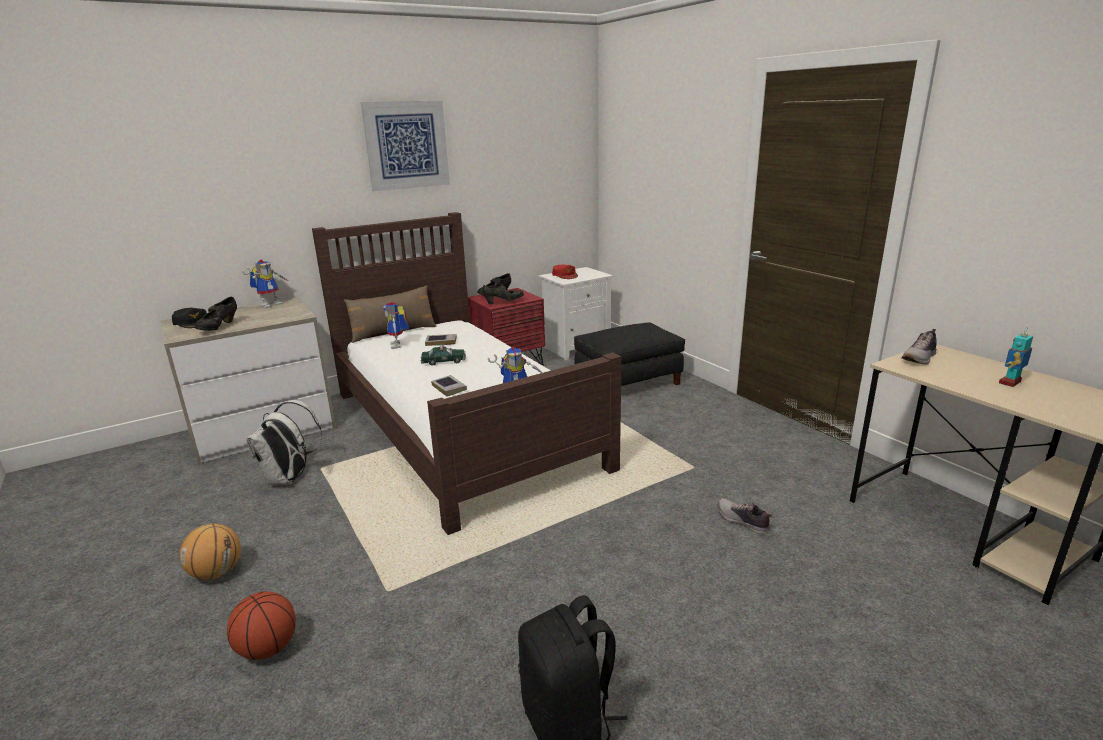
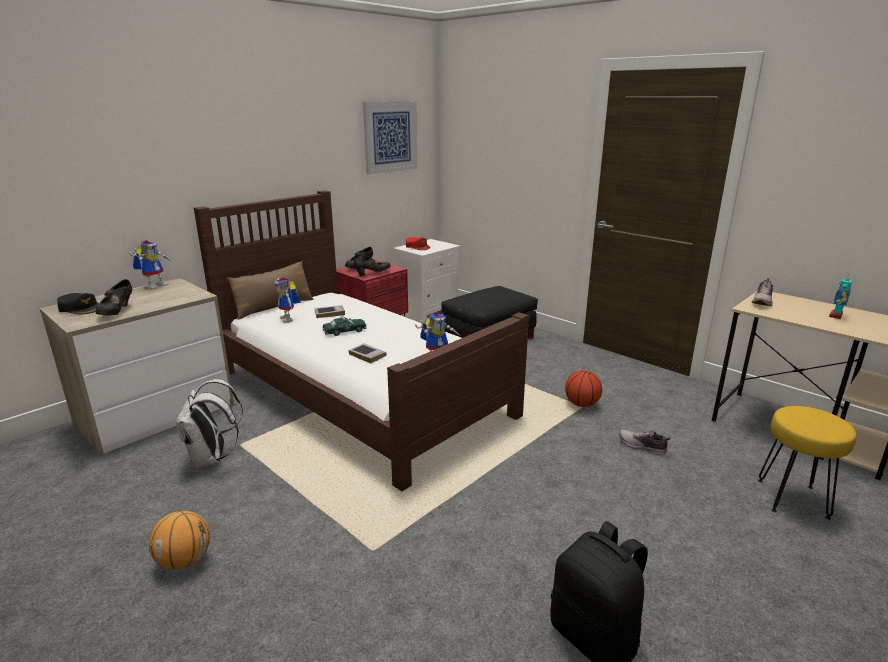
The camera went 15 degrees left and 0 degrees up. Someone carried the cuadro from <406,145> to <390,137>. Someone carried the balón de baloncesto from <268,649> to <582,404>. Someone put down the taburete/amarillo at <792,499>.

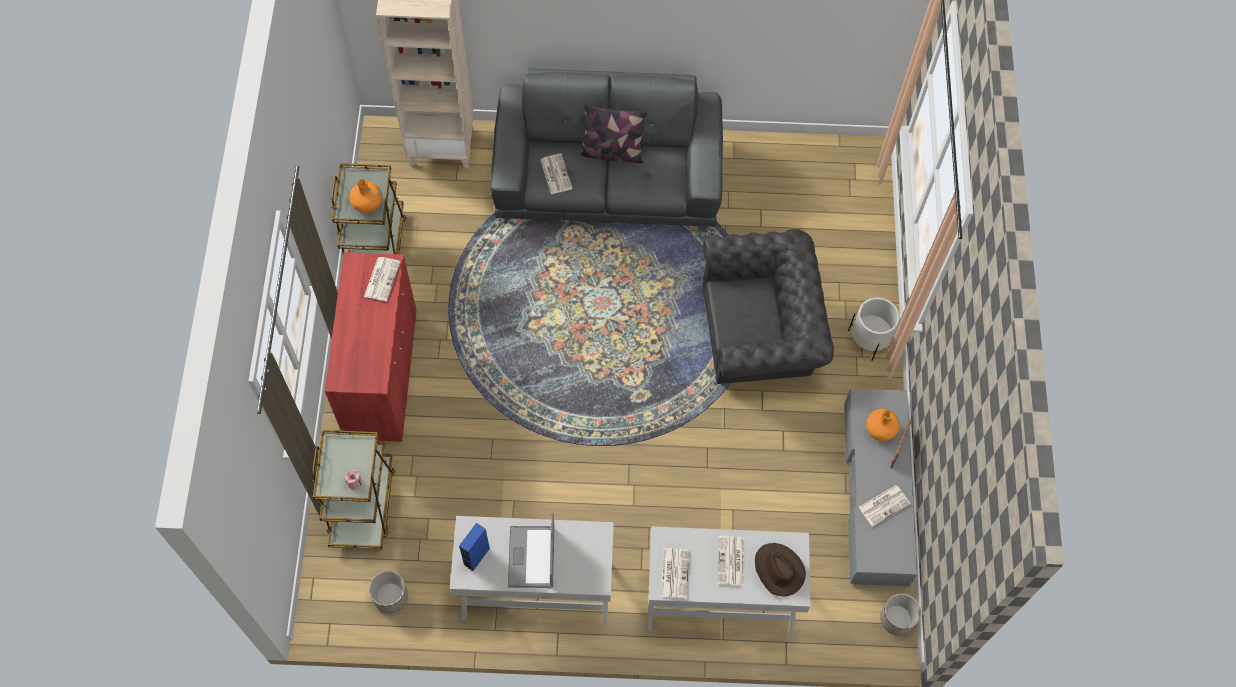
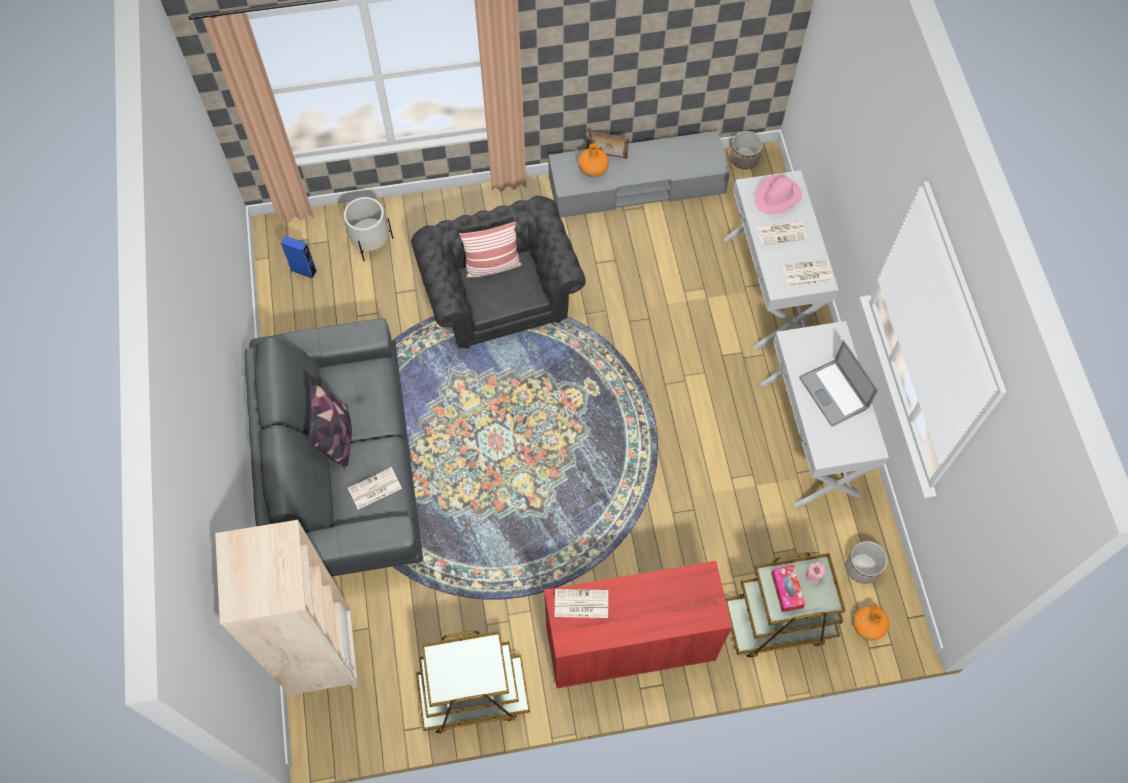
The camera went 100 degrees left and 0 degrees up. Someone carried the altavoz/azul from <476,556> to <304,270>. Someone carried the maceta/blanco from <869,340> to <371,243>. Someone put down the cojín at <492,266>. Someone repainted the sombrero/marrón at <778,570>, which became the sombrero/rosa at <777,197>. Someone put down the caja de pañuelos at <786,590>. Someone rotated the portátil at <531,557> by 75 degrees clockwise. Someone carried the florero/naranja from <367,204> to <867,626>. Someone took away the periódico at <884,505>.

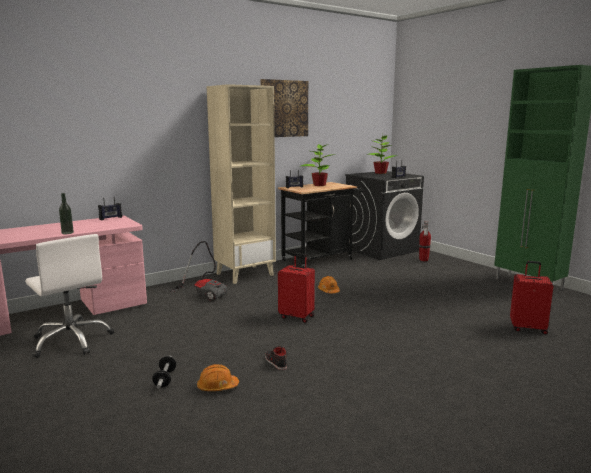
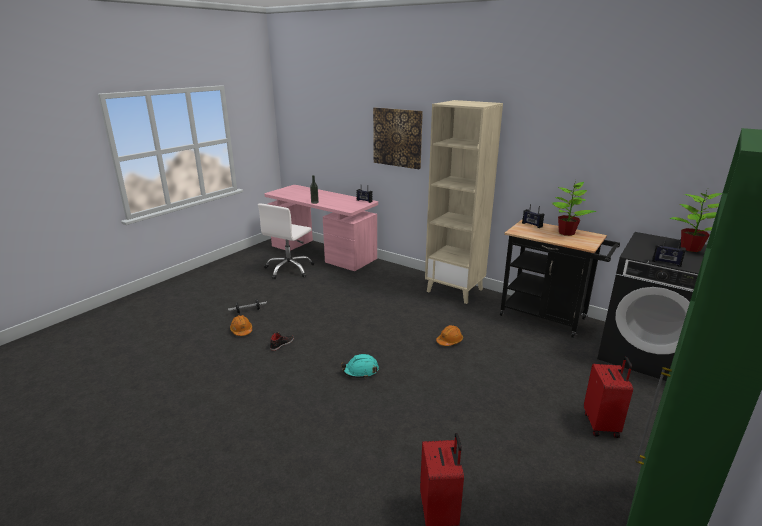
The camera went 70 degrees right and 10 degrees up. Someone put down the casco/turquesa at <360,371>. Someone carried the cuadro from <284,108> to <397,137>. Someone carried the maleta/rojo from <297,316> to <602,424>. Someone took away the aspiradora at <204,294>. Someone took away the extintor at <423,260>.

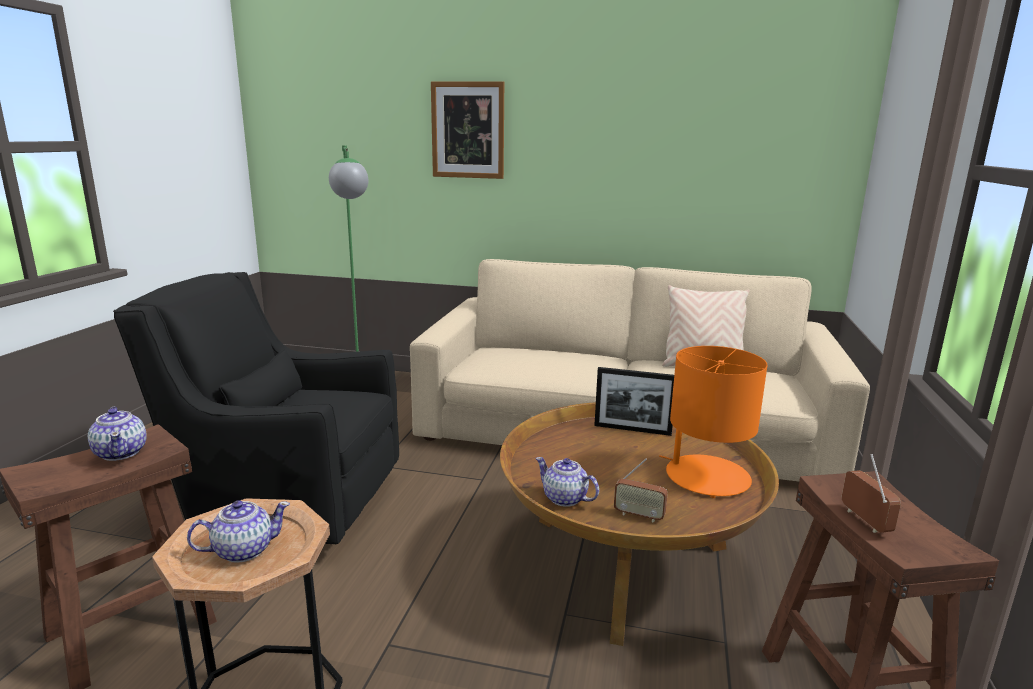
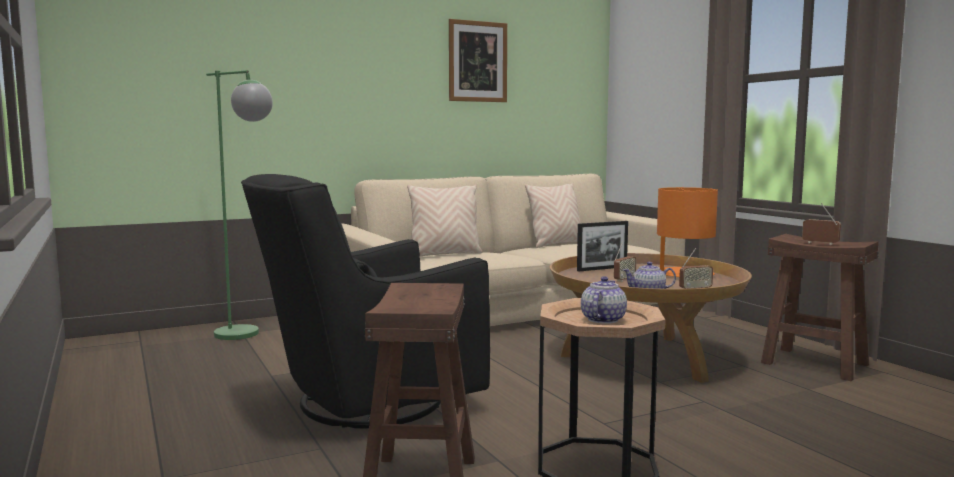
The camera went 40 degrees left and 10 degrees down. Someone put down the cojín/beis at <444,254>. Someone carried the cuadro from <468,130> to <477,61>. Someone put down the radio at <624,279>. Someone took away the tetera at <121,452>.

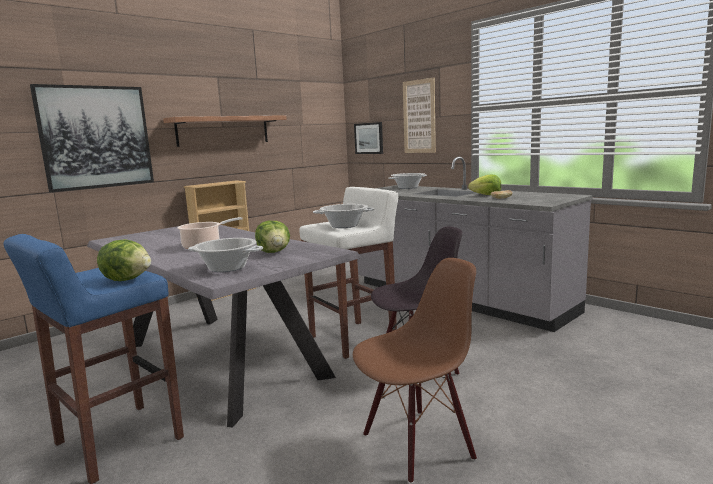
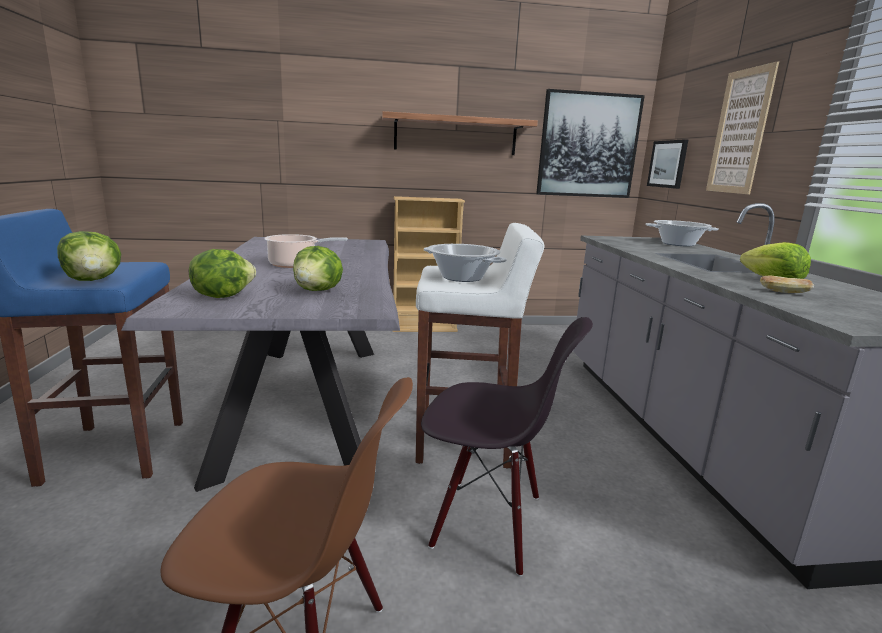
The camera went 35 degrees right and 5 degrees up. Someone swapped the olla at <227,268> for the lechuga at <222,296>. Someone carried the cuadro from <96,137> to <588,145>.

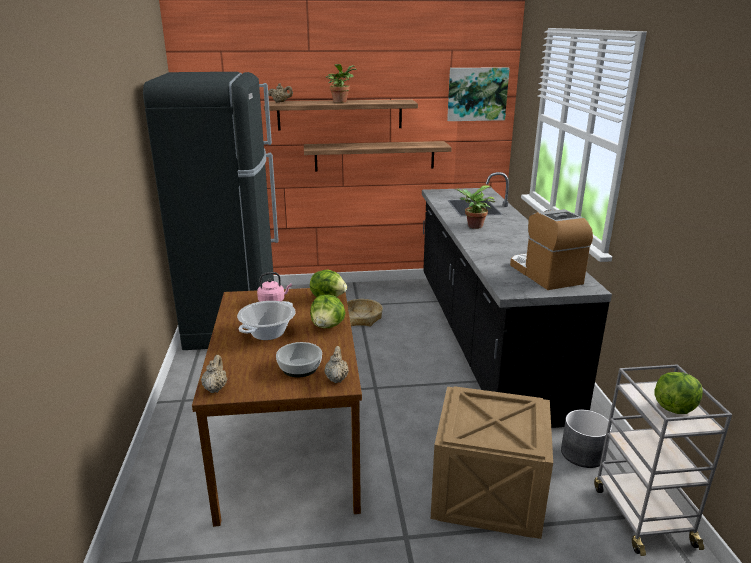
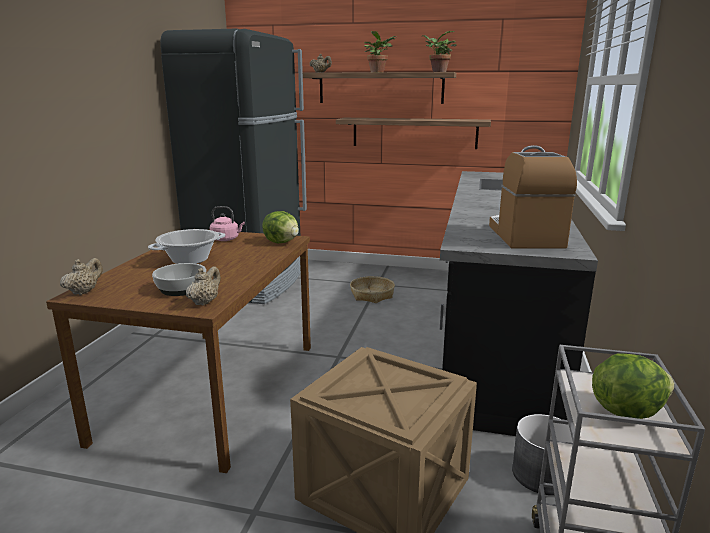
The camera went 20 degrees right and 5 degrees down. Someone carried the planta en maceta from <473,226> to <437,72>. Someone took away the lechuga at <327,326>. Someone took away the cuadro at <477,94>.

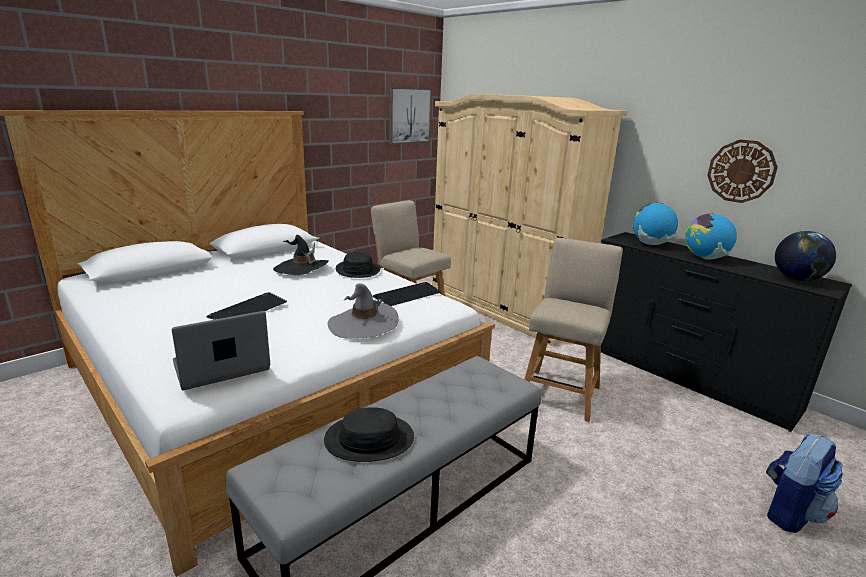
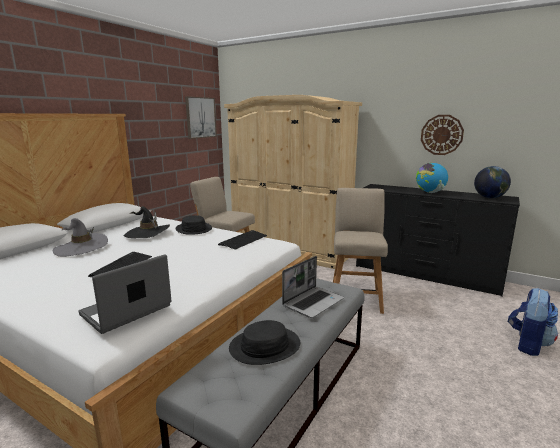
The camera went 15 degrees left and 5 degrees down. Someone carried the sombrero/gris from <363,324> to <81,248>. Someone put down the portátil at <313,302>. Someone took away the globo terráqueo at <651,244>.

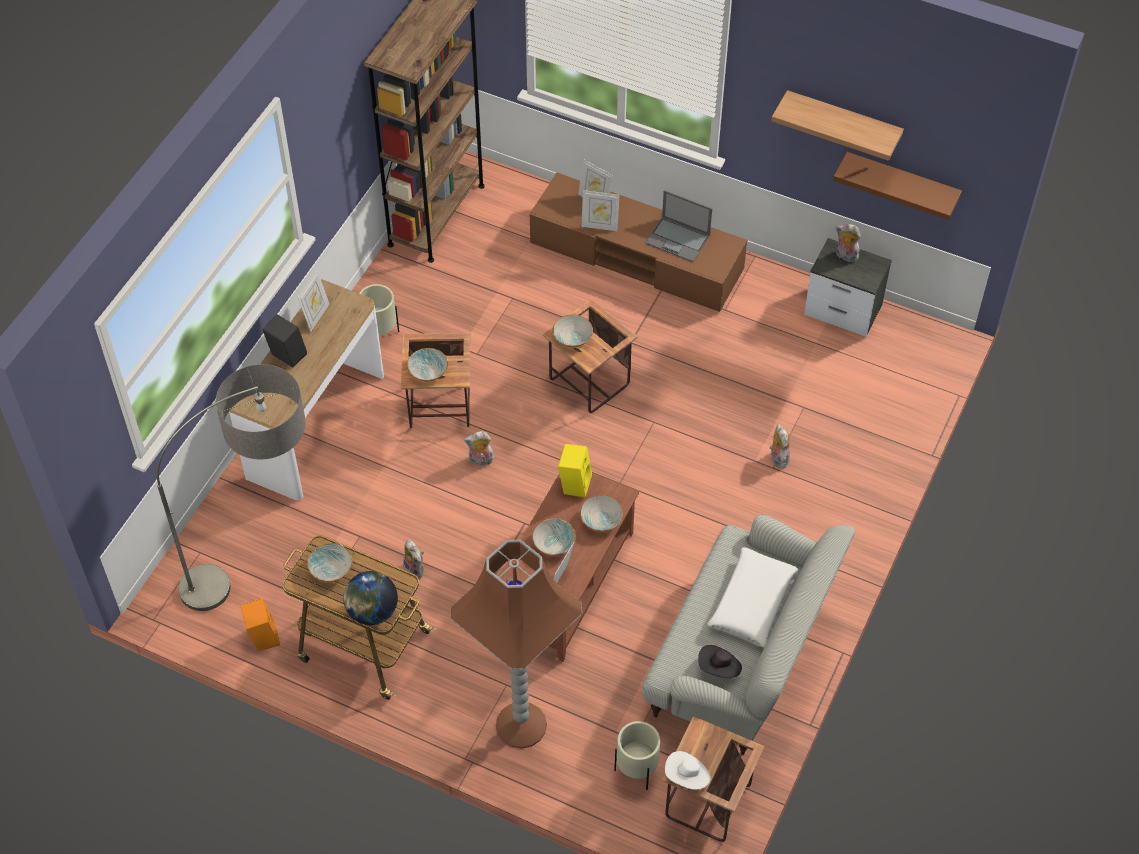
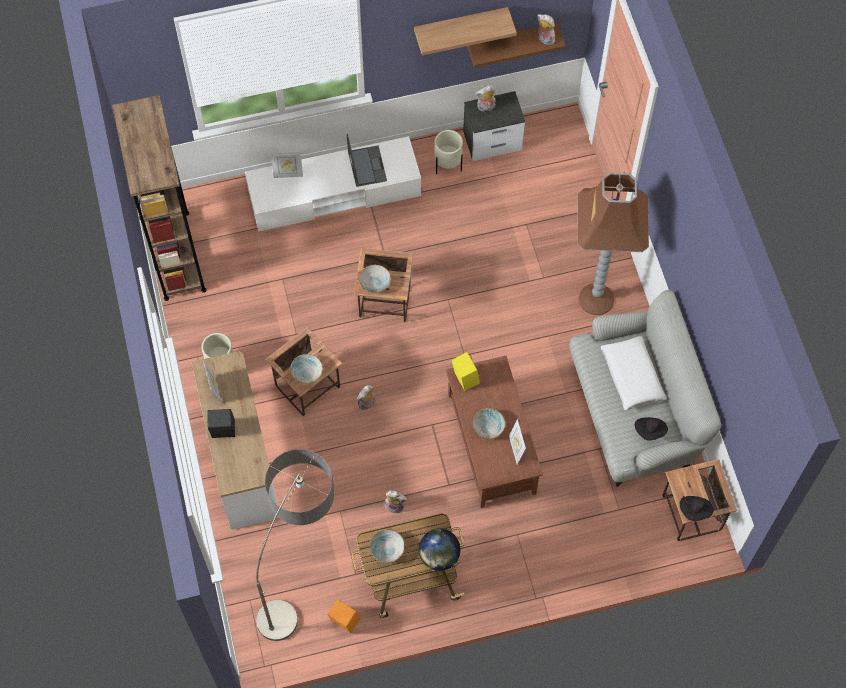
The camera went 40 degrees left and 10 degrees up. Someone repainted the mueble de televisión/marrón at <636,257>, which became the mueble de televisión/blanco at <334,194>. Someone rotated the portátil at <678,239> by 90 degrees counterclockwise. Someone carried the maceta/beis from <636,771> to <447,166>. Someone carried the peluche from <777,458> to <544,39>. Someone carried the lámpara de pie/marrón from <519,725> to <595,299>. Someone repainted the sombrero/blanco at <687,776>, which became the sombrero/negro at <695,510>. Someone took away the cuenco at <600,520>. Someone took away the portarretratos at <600,226>.

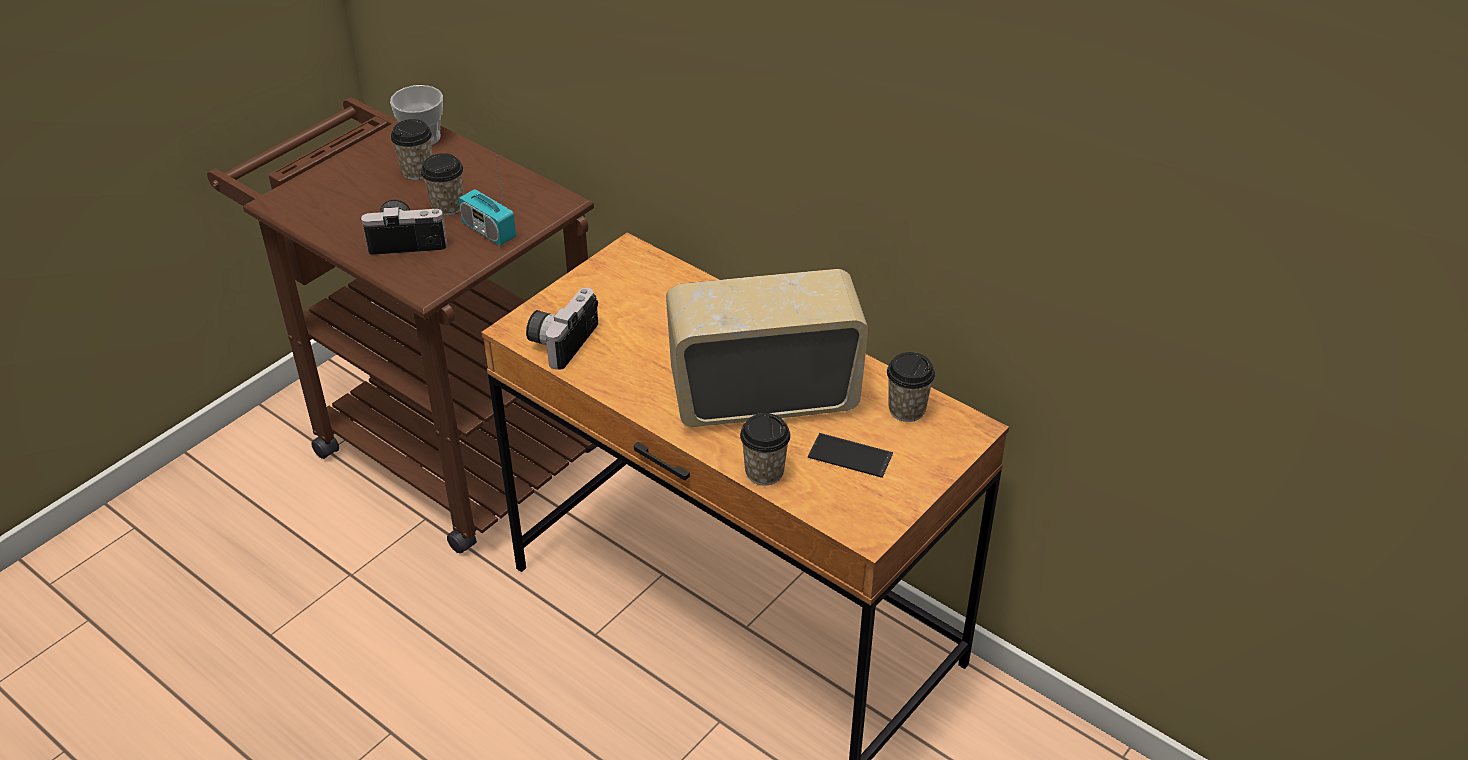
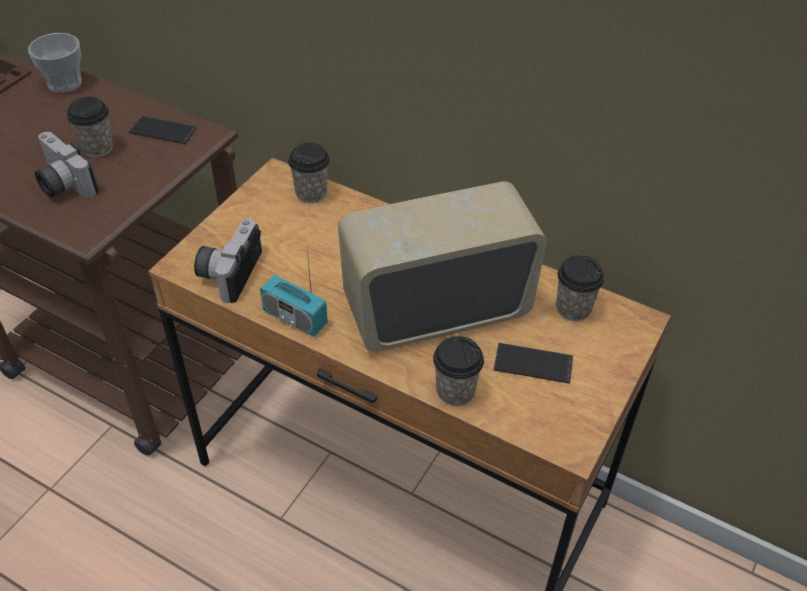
The camera went 10 degrees left and 5 degrees up. Someone rotated the cámara at <407,239> by 120 degrees counterclockwise. Someone put down the móvil at <163,130>. Someone carried the radio from <488,231> to <295,318>. Someone carried the taza from <417,171> to <311,193>.

